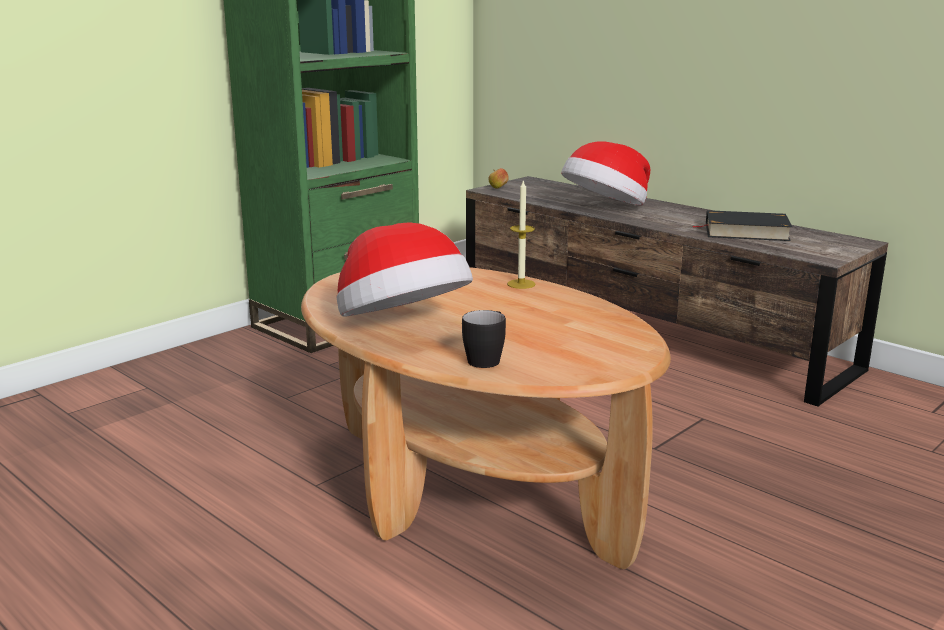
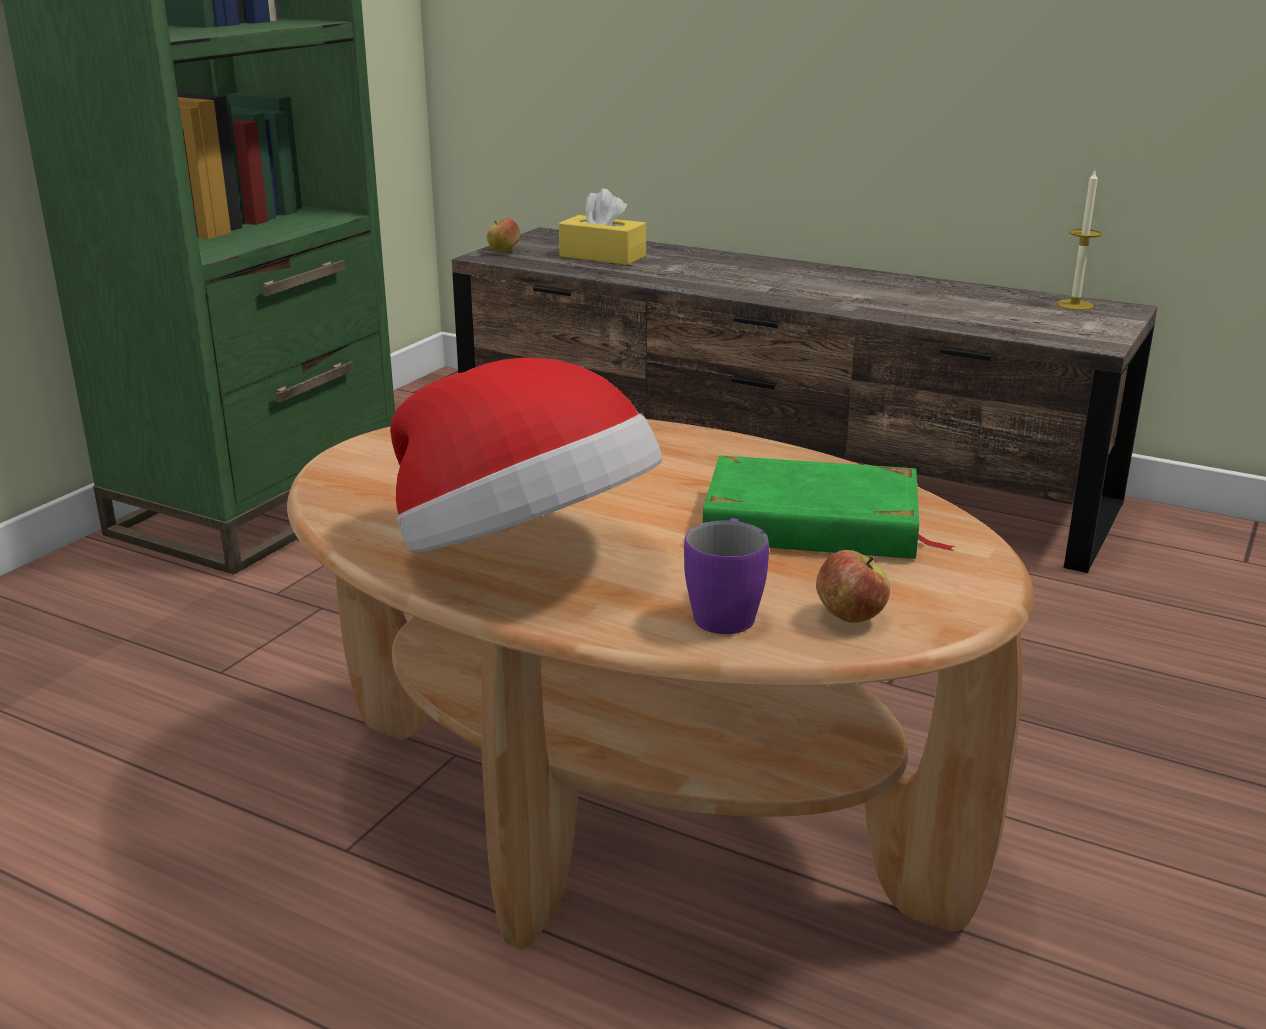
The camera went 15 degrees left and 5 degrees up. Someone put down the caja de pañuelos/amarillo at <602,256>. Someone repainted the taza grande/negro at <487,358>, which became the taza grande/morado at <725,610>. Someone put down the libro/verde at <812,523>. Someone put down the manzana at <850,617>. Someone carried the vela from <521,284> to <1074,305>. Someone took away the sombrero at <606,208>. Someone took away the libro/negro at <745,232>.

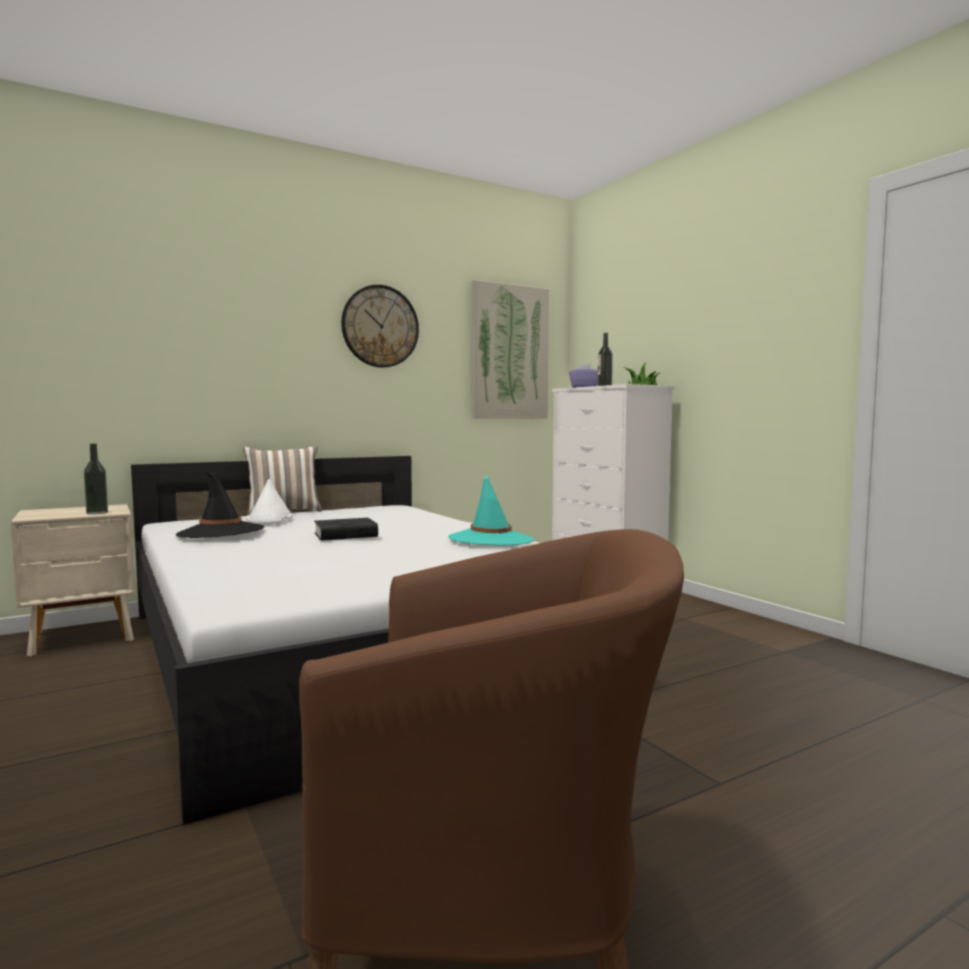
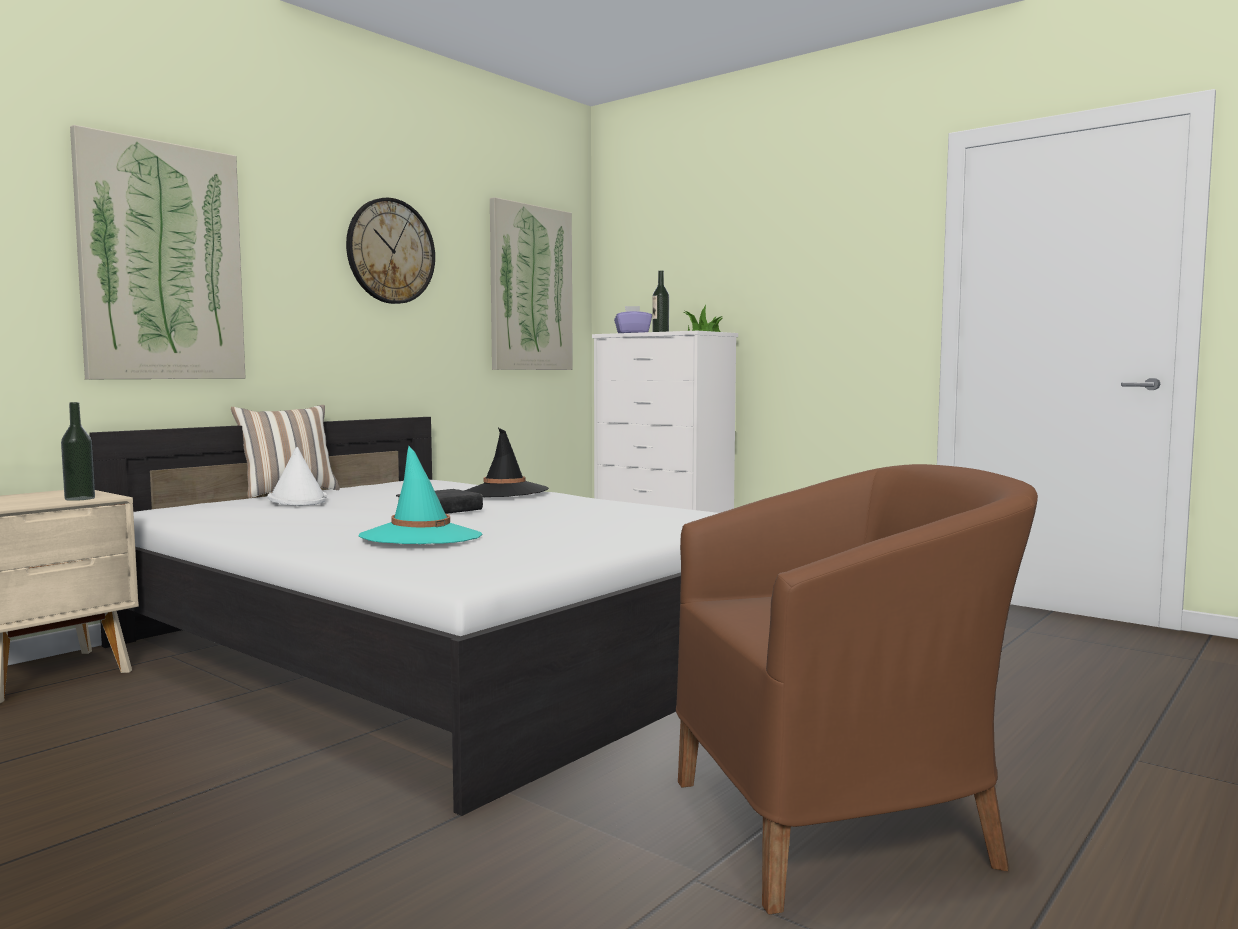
The camera went 20 degrees left and 0 degrees up. Someone put up the cuadro at <162,262>. Someone carried the sombrero/turquesa from <491,539> to <421,537>. Someone carried the sombrero/negro from <220,532> to <504,492>.

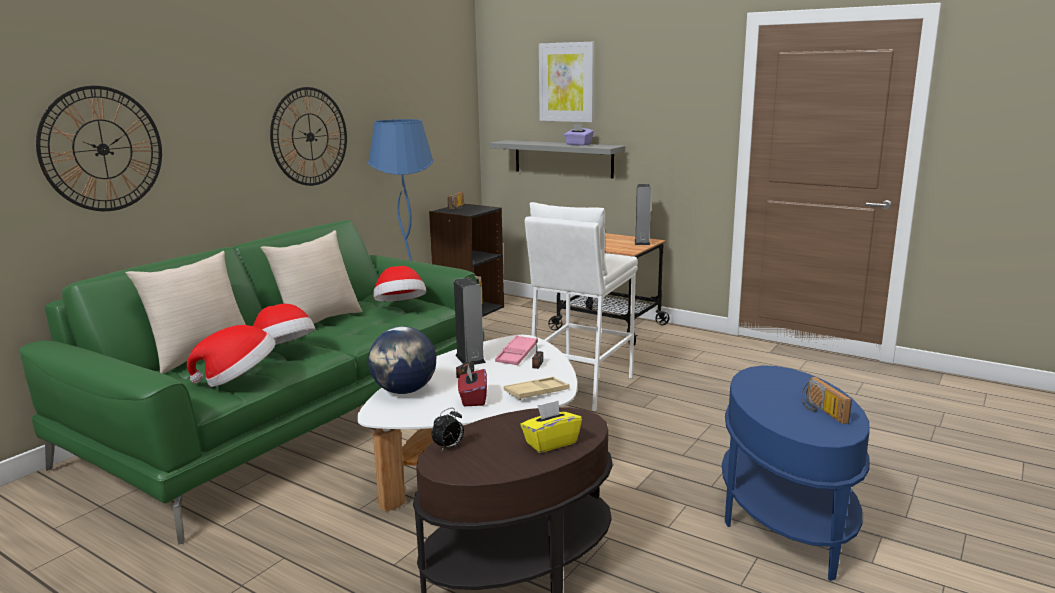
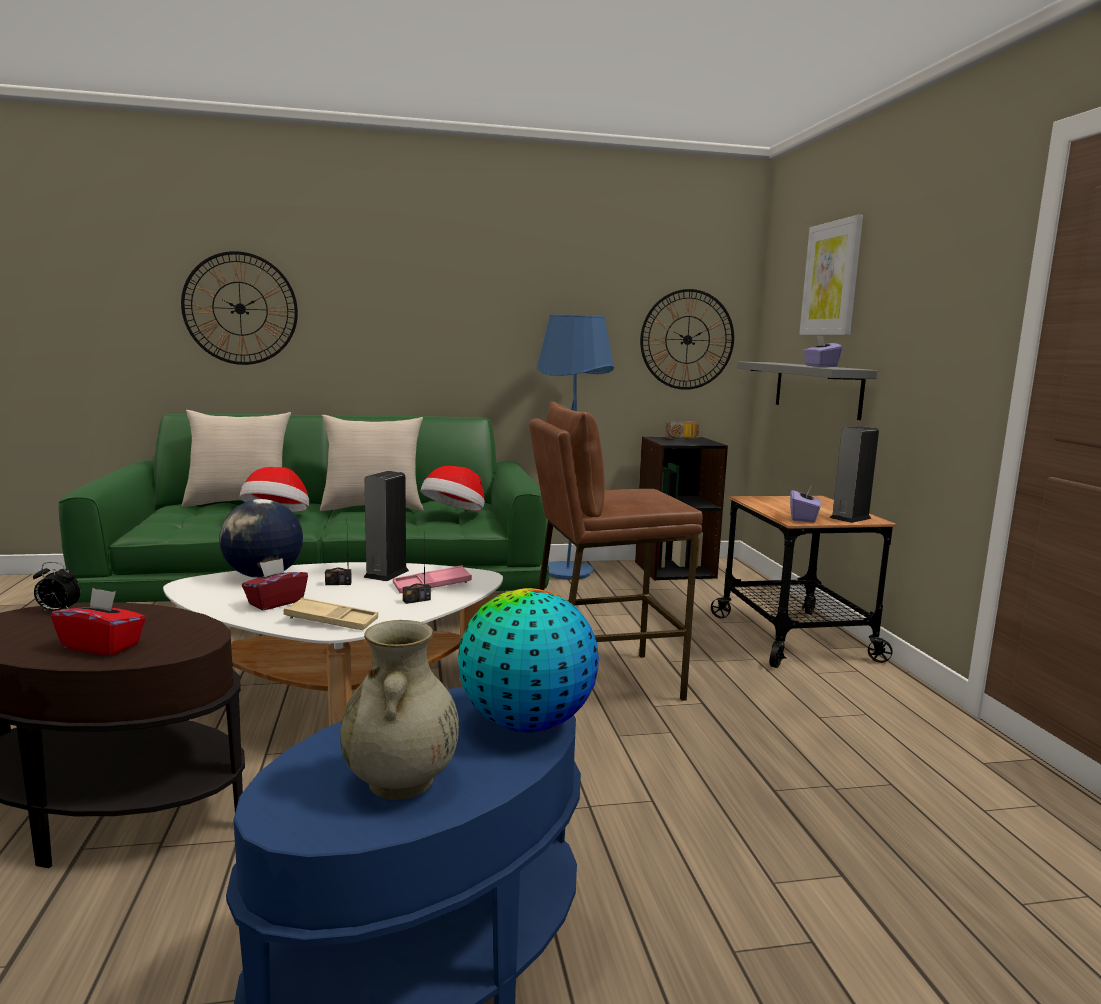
The camera went 45 degrees right and 5 degrees down. Someone repainted the caja de pañuelos/amarillo at <550,443>, which became the caja de pañuelos/rojo at <102,646>. Someone swapped the radio at <821,411> for the florero/beis at <401,783>. Someone put down the globo terráqueo at <526,723>. Someone repainted the taburete/blanco at <580,387>, which became the taburete/marrón at <601,681>. Someone carried the reloj de pared from <310,137> to <687,339>. Someone put down the caja de pañuelos/morado at <803,518>. Someone took away the sombrero at <239,379>.

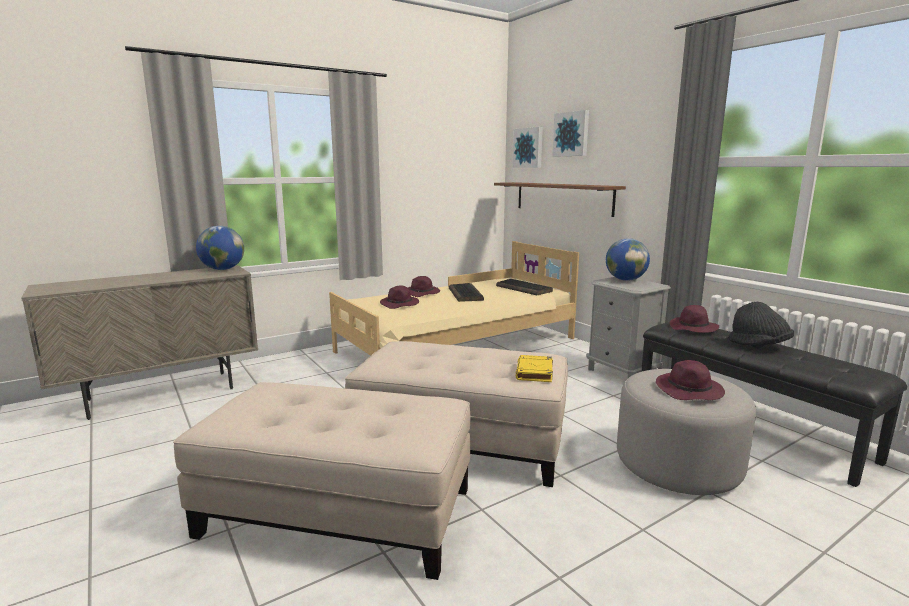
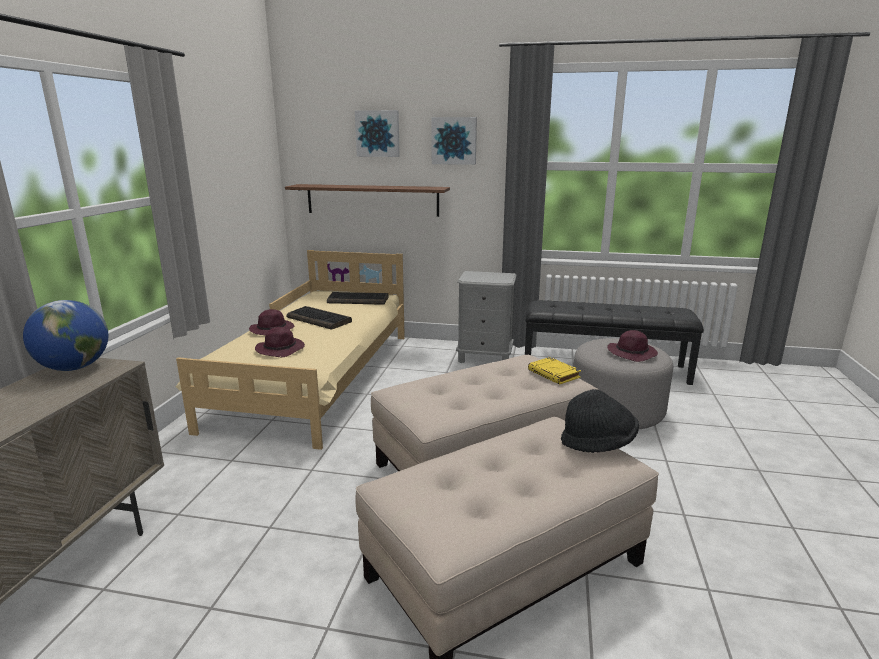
The camera went 45 degrees left and 5 degrees up. Someone carried the cuadro from <528,148> to <454,141>. Someone carried the sombrero/negro from <759,346> to <598,443>. Someone took away the globo terráqueo at <625,280>. Someone took away the sombrero/morado at <693,328>.

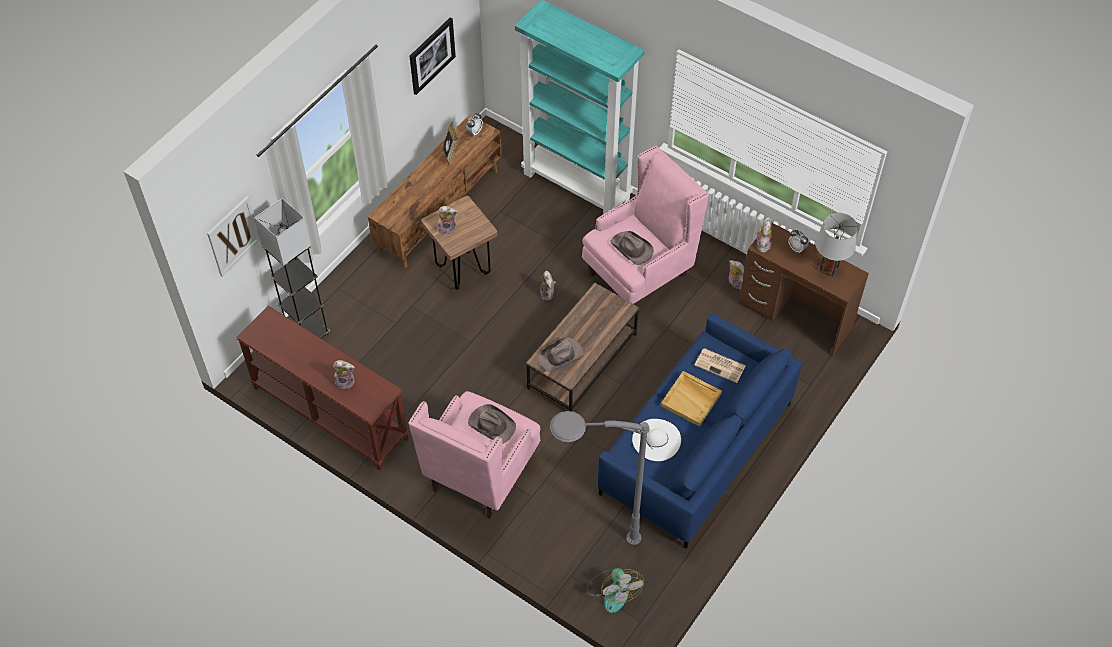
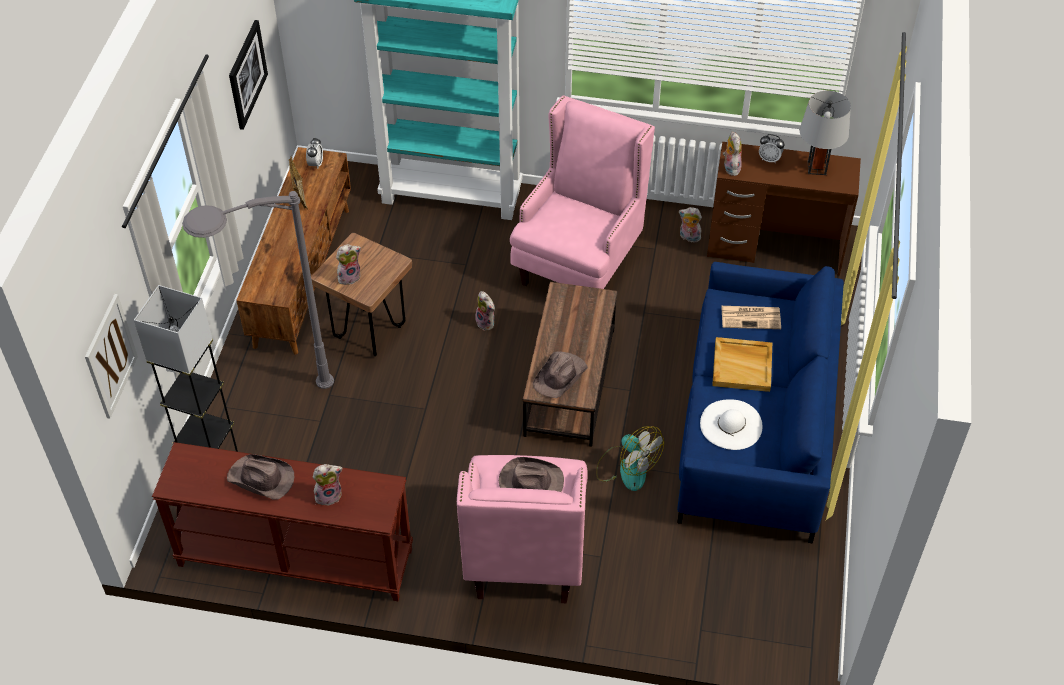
The camera went 25 degrees left and 5 degrees down. Someone carried the lámpara de pie/gris from <585,541> to <271,403>. Someone carried the sombrero/marrón from <631,249> to <261,479>. Someone carried the ventilador from <613,591> to <626,467>.

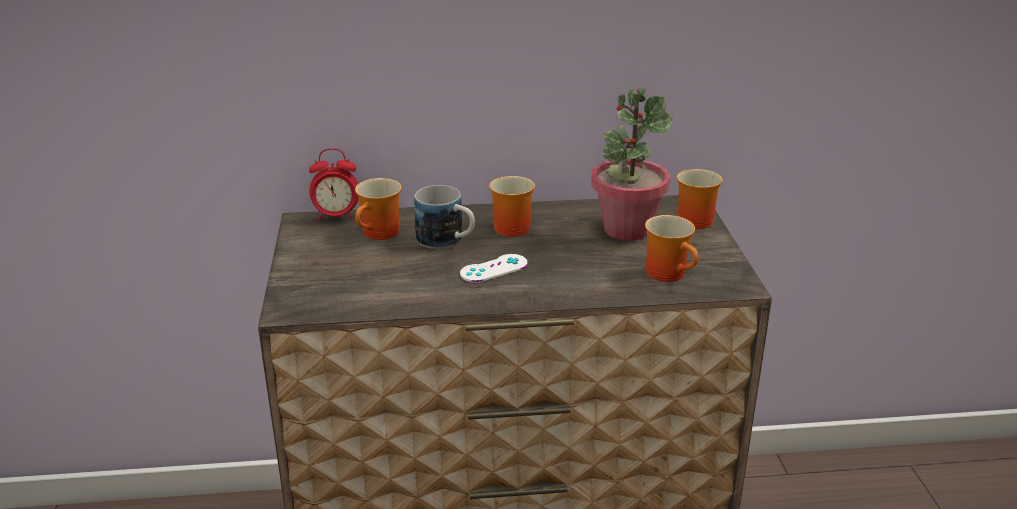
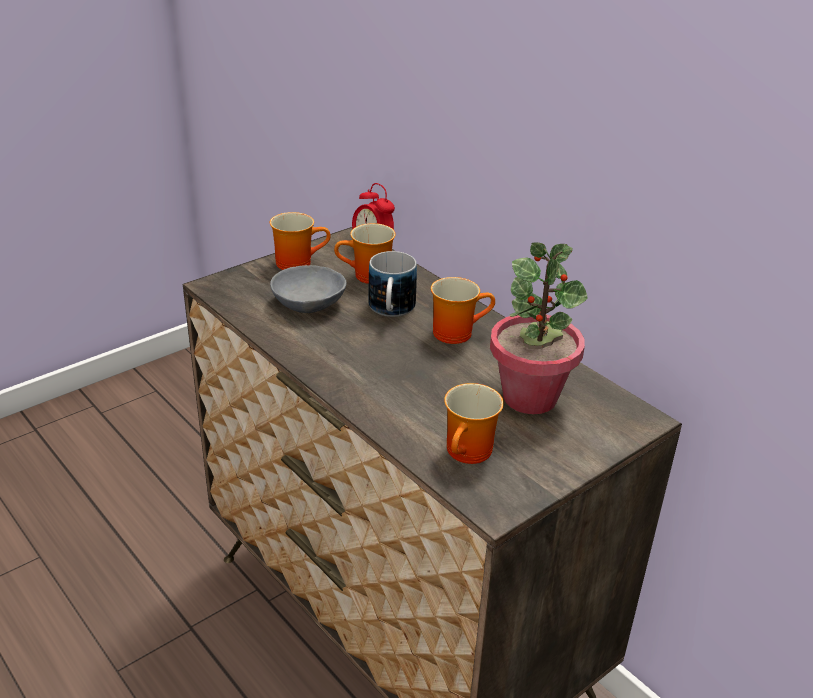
The camera went 55 degrees right and 5 degrees up. Someone carried the taza grande from <693,218> to <298,262>. Someone put down the cuenco/gris at <310,301>. Someone took away the mando de consola/blanco at <494,268>.

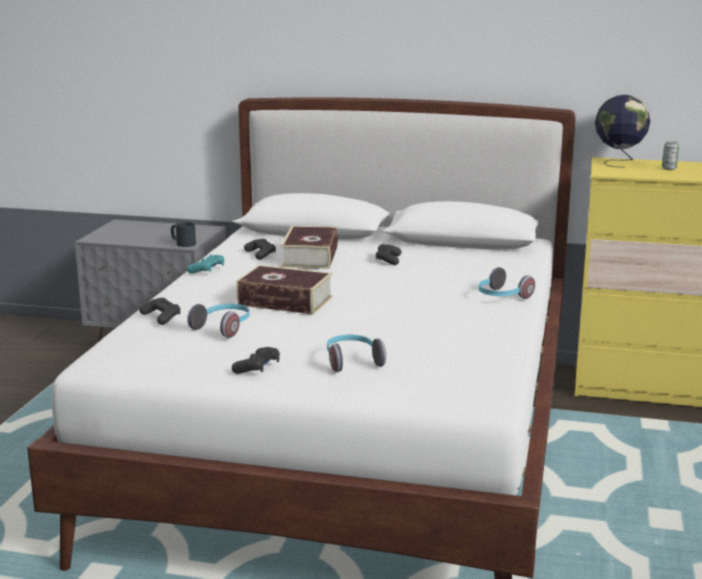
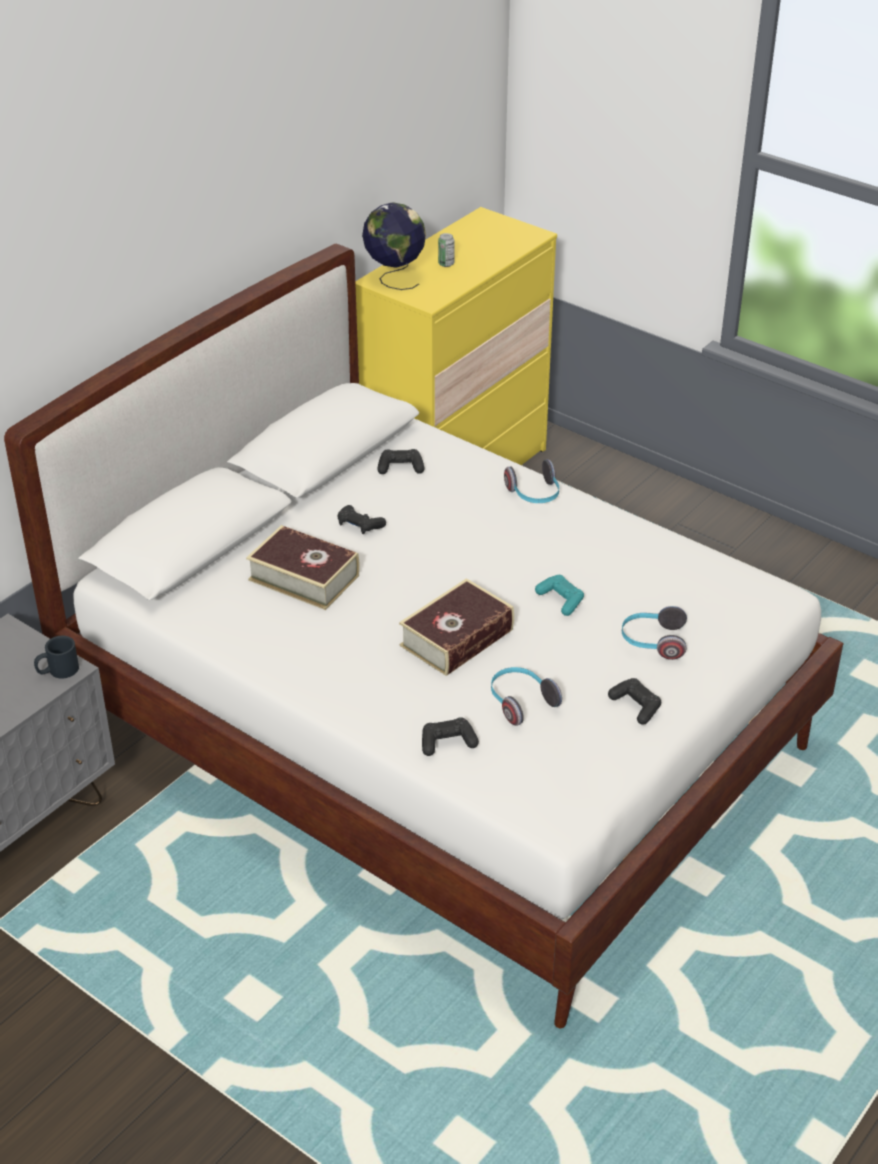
The camera went 65 degrees left and 20 degrees up. Someone carried the mando de consola/negro from <260,254> to <400,467>. Someone carried the mando de consola/turquesa from <207,270> to <560,600>.

